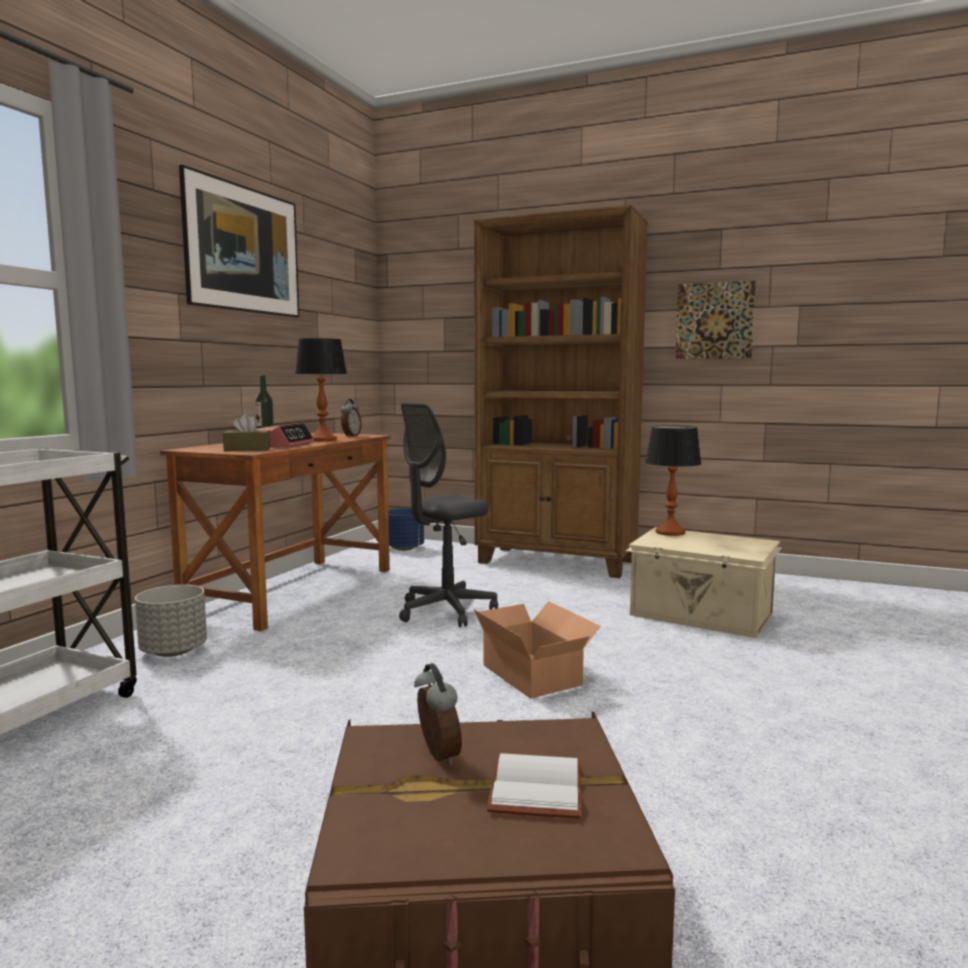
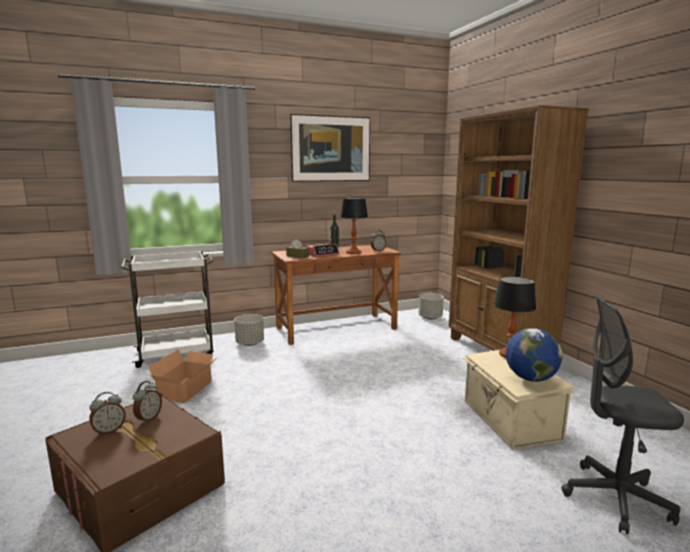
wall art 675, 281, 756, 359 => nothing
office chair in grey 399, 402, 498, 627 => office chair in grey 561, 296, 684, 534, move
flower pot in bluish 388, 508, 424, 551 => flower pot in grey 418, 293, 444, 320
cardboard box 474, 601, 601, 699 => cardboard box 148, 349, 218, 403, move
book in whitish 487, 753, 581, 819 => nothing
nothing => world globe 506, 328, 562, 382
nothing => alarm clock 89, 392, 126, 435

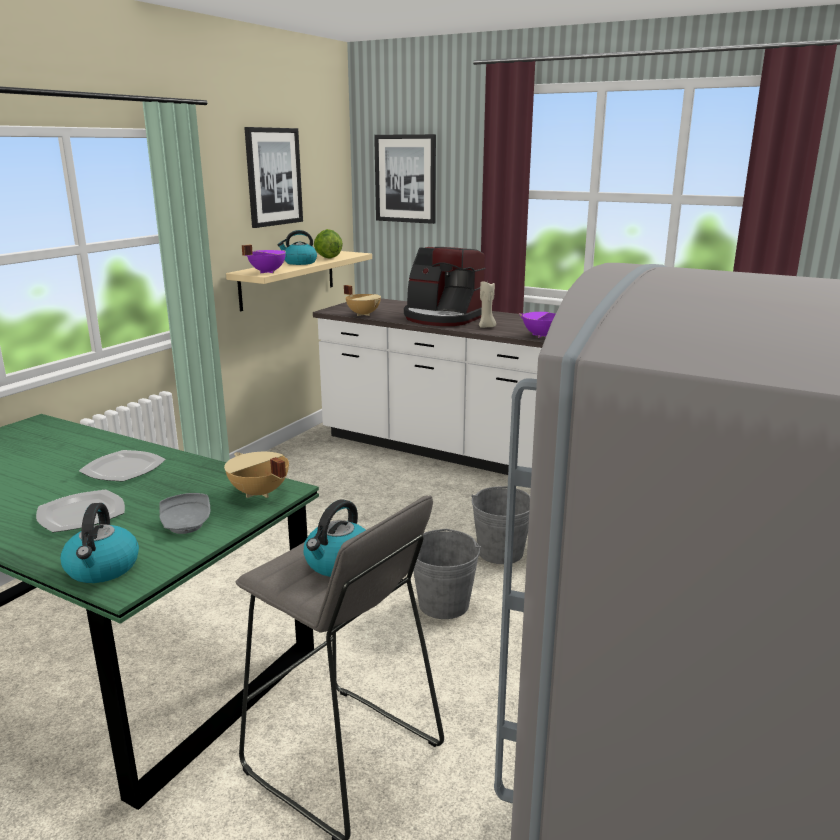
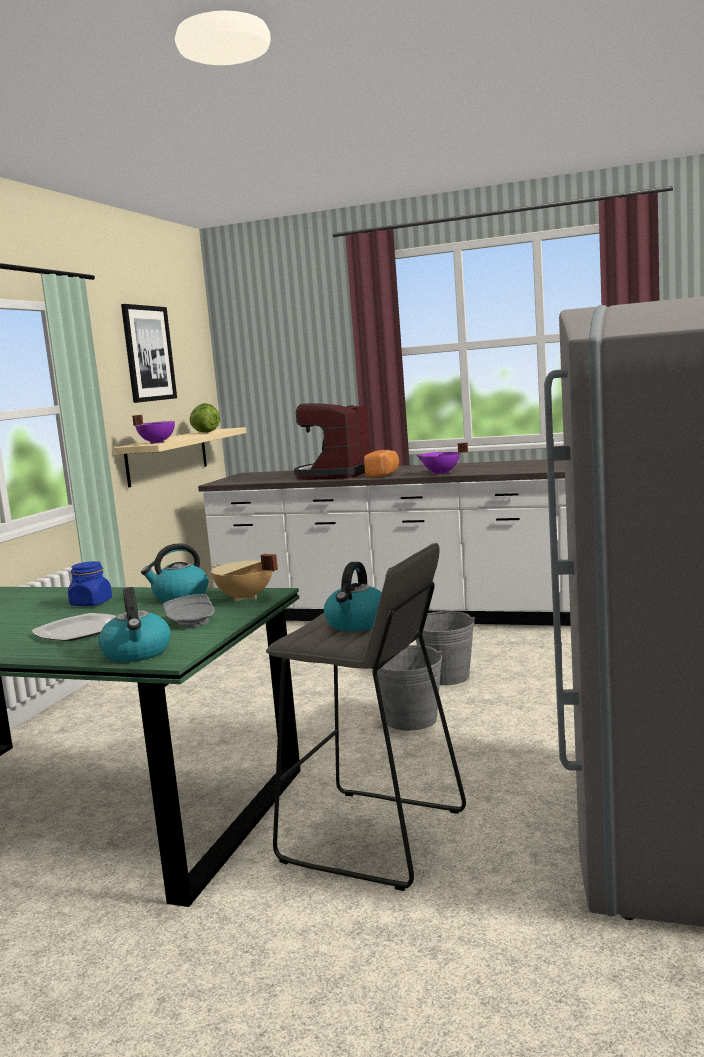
wall art 374, 134, 436, 224 => nothing
kettle 277, 230, 317, 265 => kettle 141, 543, 208, 602, move
coffee brewer 404, 247, 485, 326 => coffee brewer 294, 403, 371, 480, 90 degrees clockwise
candle in sand-coloured 479, 281, 496, 328 => baked bread 364, 450, 399, 477
saucepot in sand-coloured 344, 285, 381, 316 => nothing
plate 79, 450, 166, 481 => jar in bluish 68, 561, 112, 606

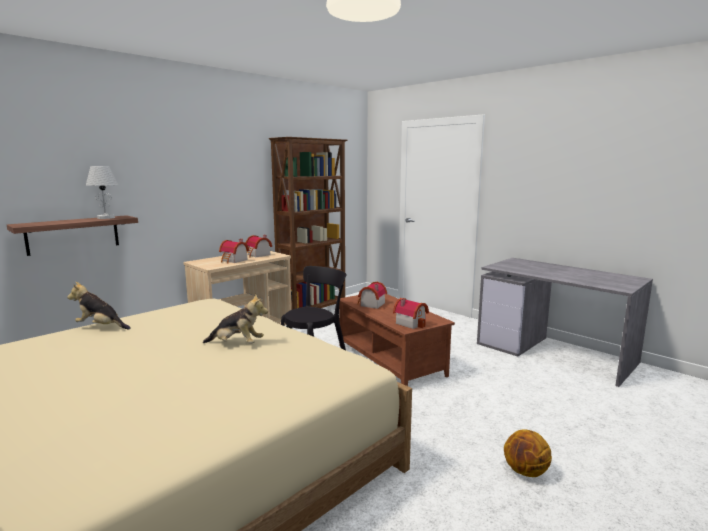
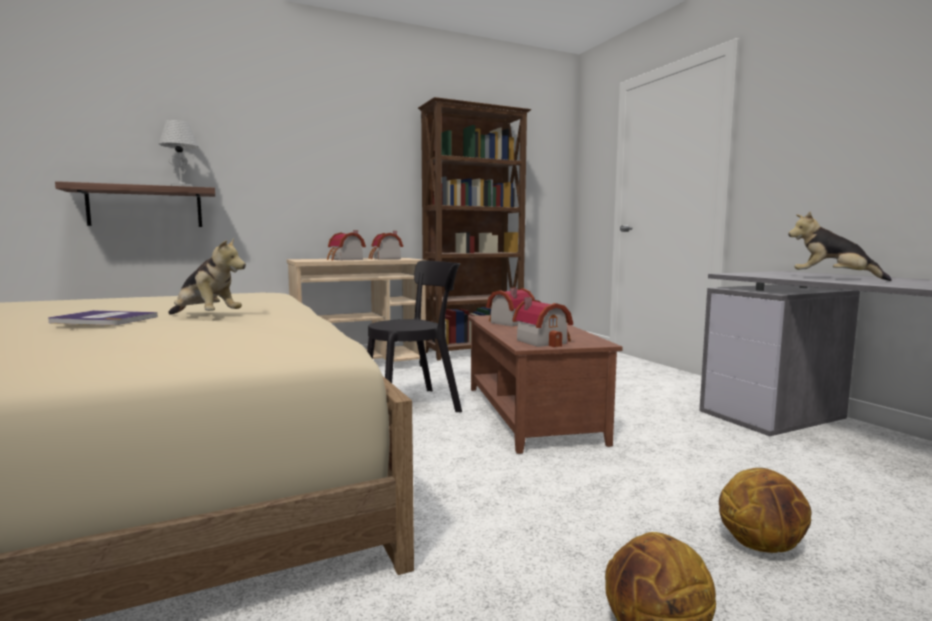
cuddly toy 67, 282, 131, 330 => cuddly toy 788, 211, 892, 281, move
nothing => book 48, 310, 158, 325
nothing => ball for basketball 719, 468, 812, 553

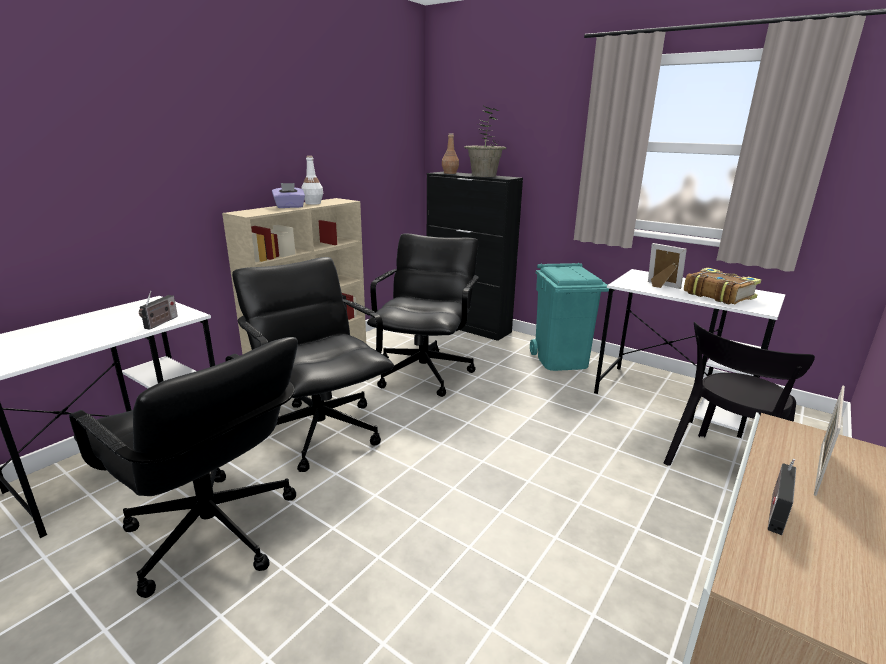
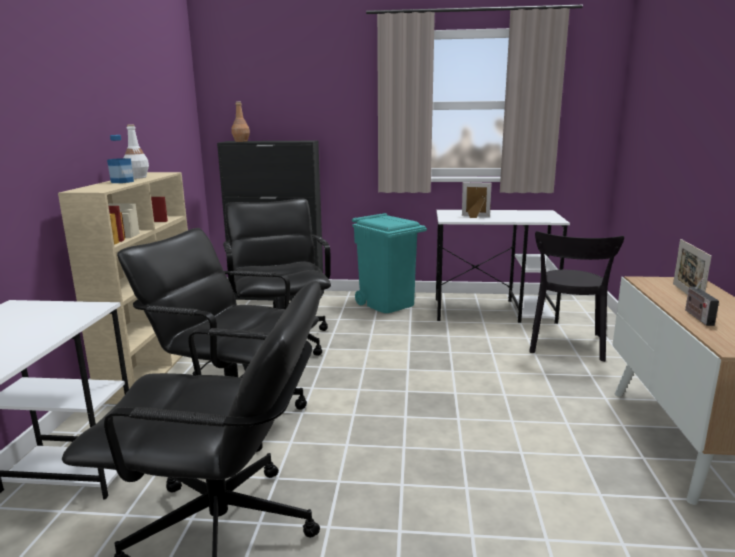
plant in a pot 464, 106, 506, 177 => nothing
tissue box in purple-coloured 272, 183, 305, 208 => bottle 107, 135, 134, 183
book 684, 268, 762, 305 => nothing
radio receiver 139, 291, 178, 329 => nothing

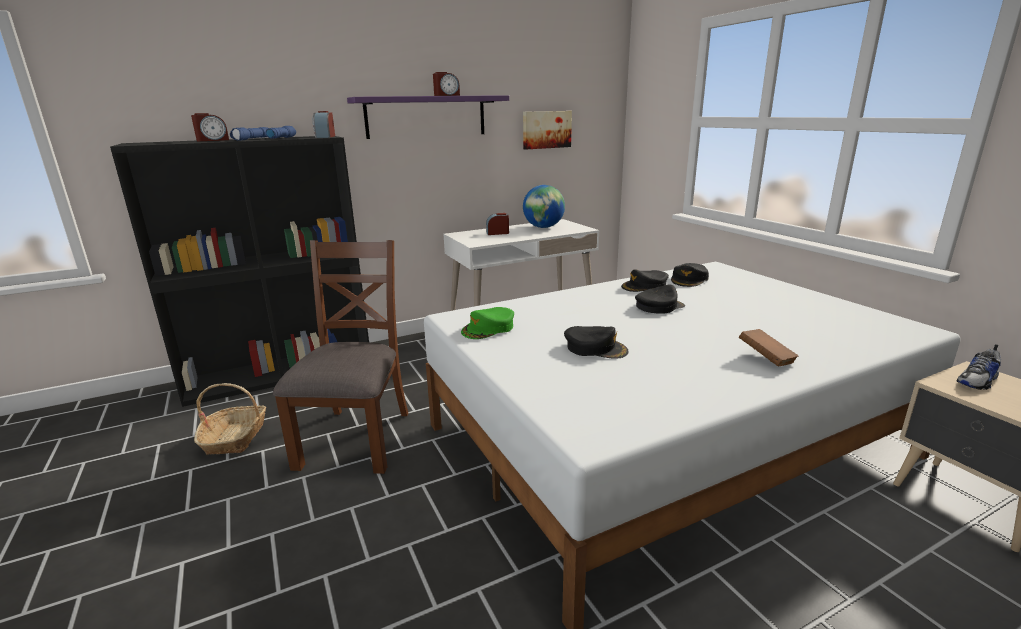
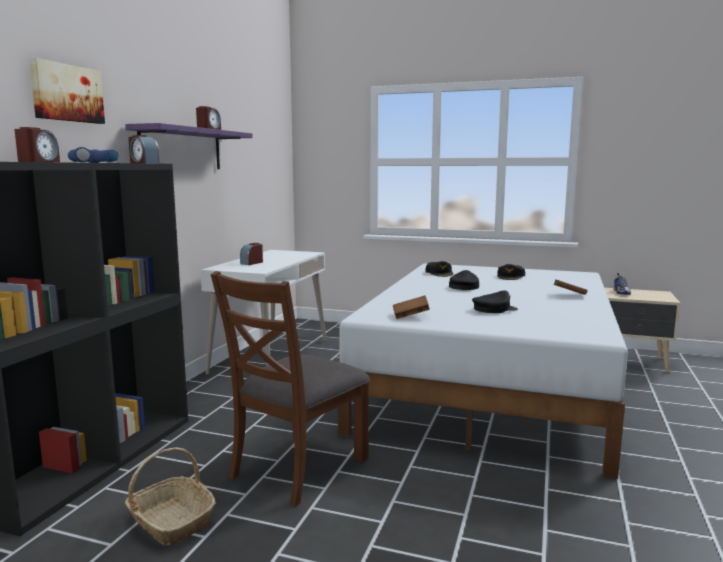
wall art 523, 111, 572, 149 => wall art 29, 58, 105, 124, move
world globe 523, 185, 565, 228 => nothing
plain chair in brownish 273, 240, 408, 474 => plain chair in brownish 211, 271, 370, 507, 105 degrees counterclockwise
cap in black-coloured 621, 269, 669, 292 => cap in black-coloured 497, 264, 525, 280, move
cap in greenish 461, 307, 514, 339 => book in brownish 393, 295, 430, 319

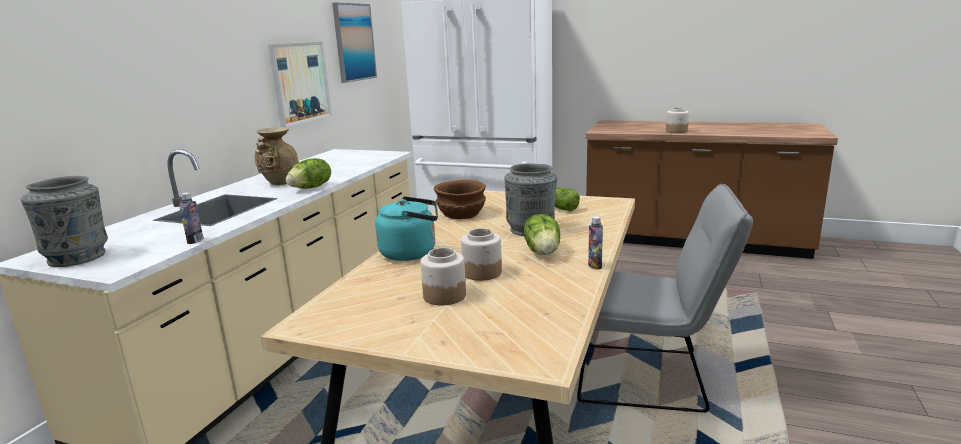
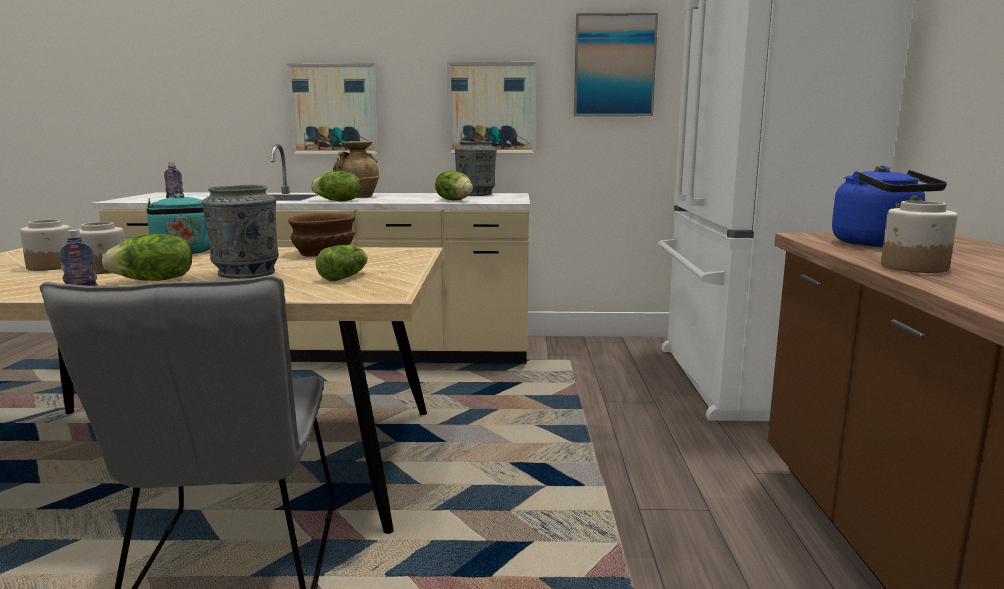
vase in grey 21, 176, 108, 267 => vase in grey 455, 141, 497, 196, move
nothing => wall art 287, 63, 380, 154
nothing => kettle in bluish 832, 166, 947, 247
nothing => head of lettuce 435, 170, 473, 200

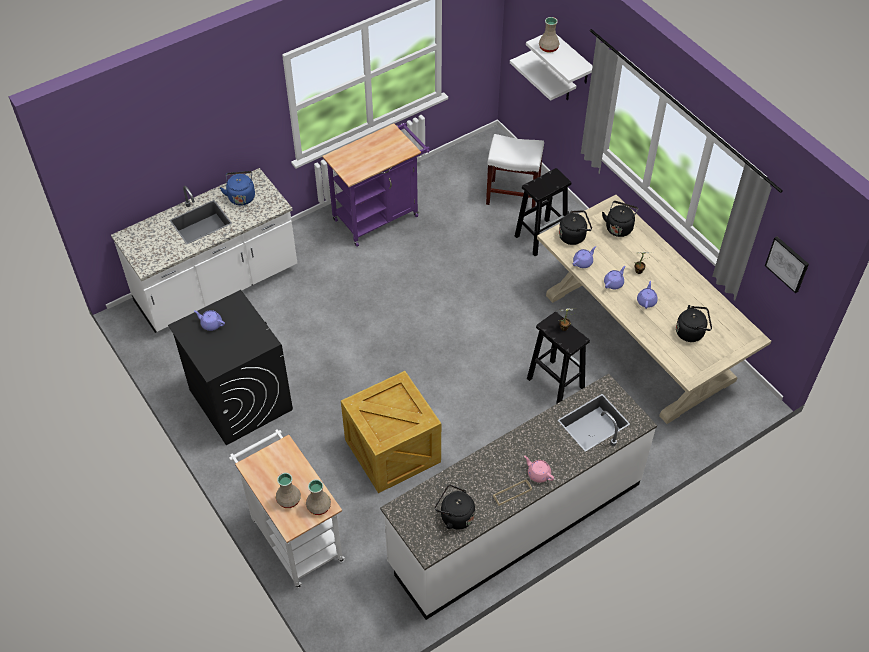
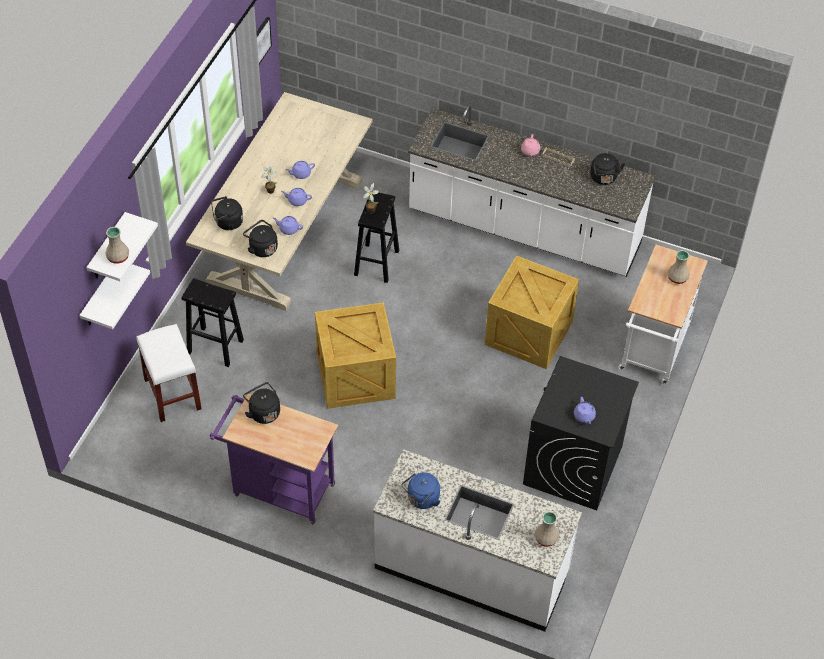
kettle in black-coloured 676, 305, 712, 342 => kettle in black-coloured 243, 382, 280, 424, move
vase in sand-coloured 306, 479, 331, 515 => vase in sand-coloured 535, 511, 559, 547, move
nothing => shipping crate 315, 302, 396, 409

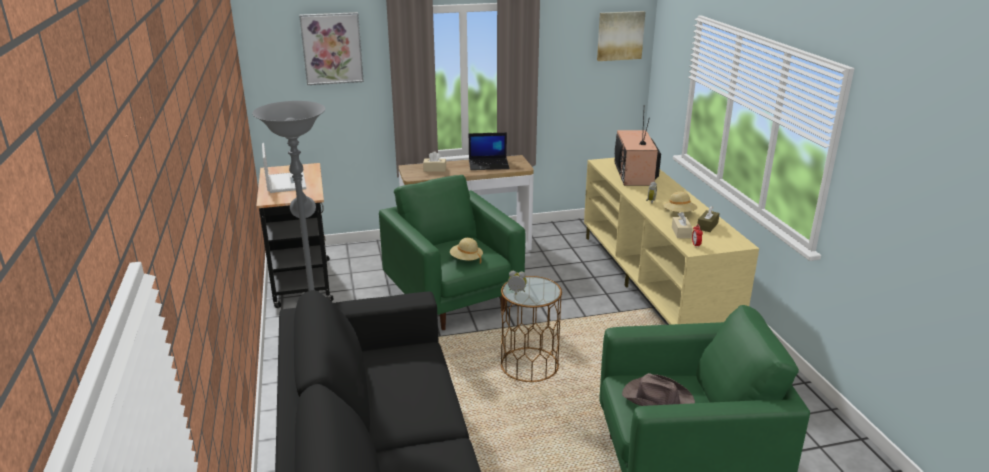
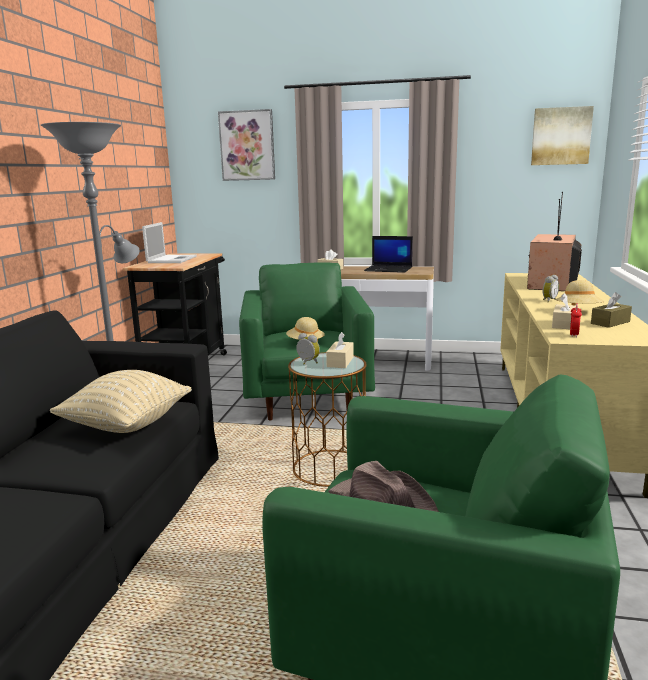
nothing => tissue box in sand-coloured 326, 332, 354, 368
nothing => cushion in sand-coloured 50, 370, 192, 433

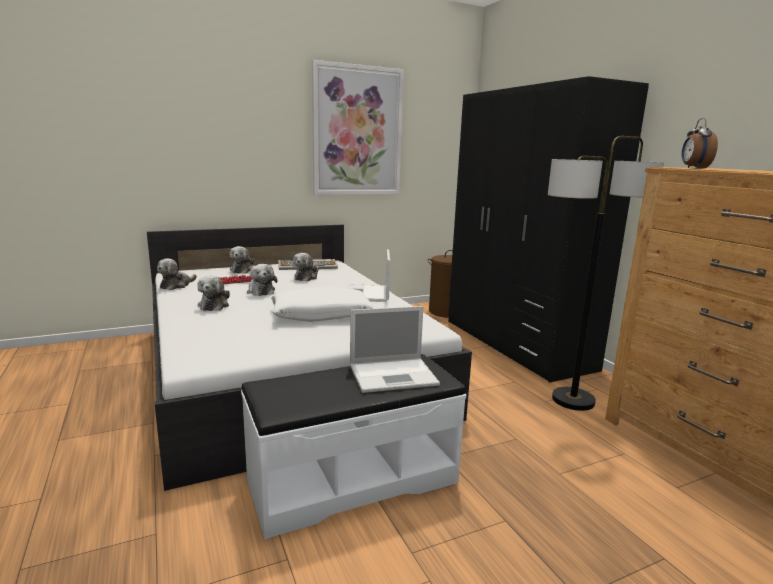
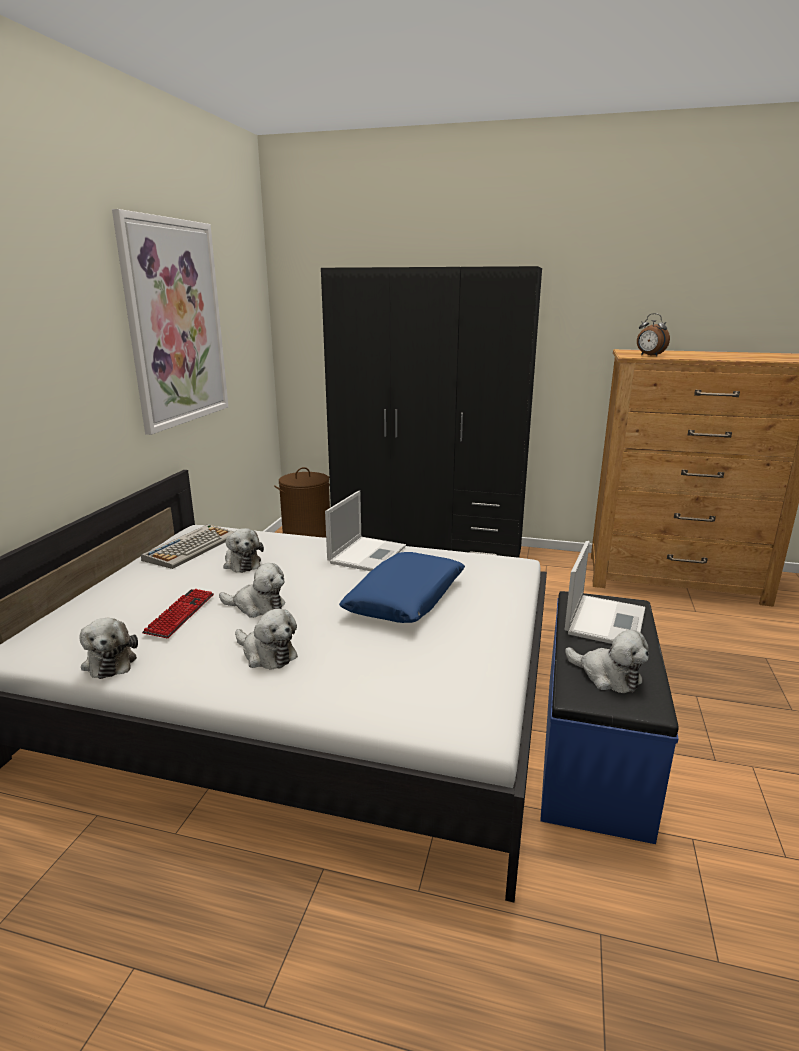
floor lamp 548, 136, 664, 411 => nothing
cuddly toy 230, 246, 254, 274 => cuddly toy 565, 630, 649, 693, move
portable computer 348, 249, 390, 302 => portable computer 325, 490, 406, 571, 105 degrees counterclockwise
cushion in whitish 271, 287, 374, 322 => cushion in bluish 339, 552, 465, 623
indoor bench in whitish 241, 354, 466, 539 => indoor bench in bluish 540, 591, 679, 844

